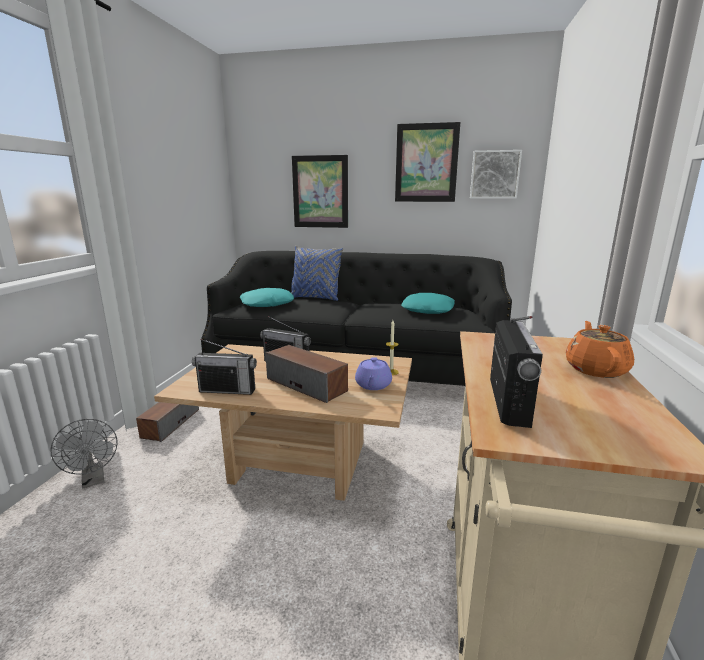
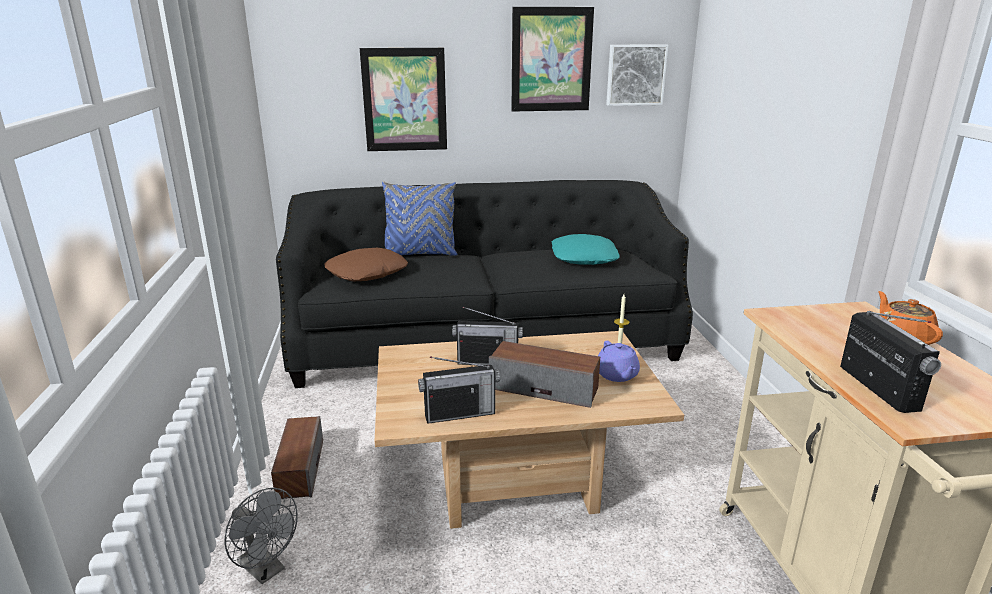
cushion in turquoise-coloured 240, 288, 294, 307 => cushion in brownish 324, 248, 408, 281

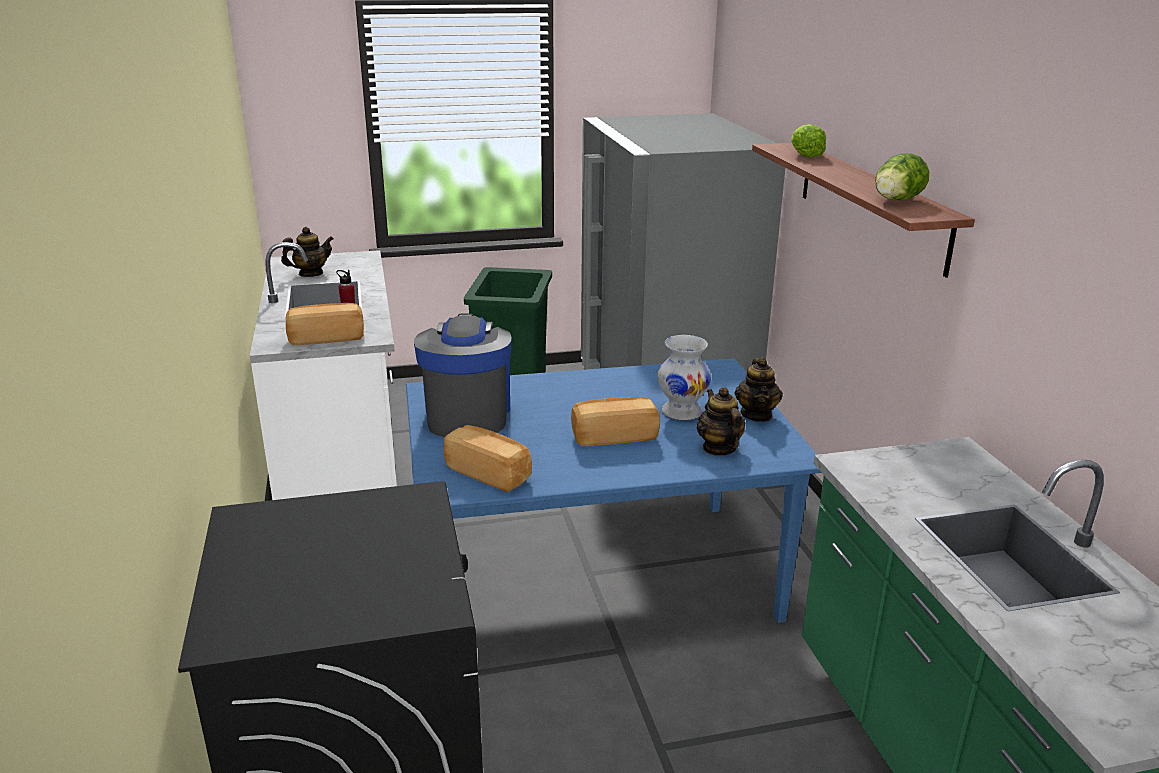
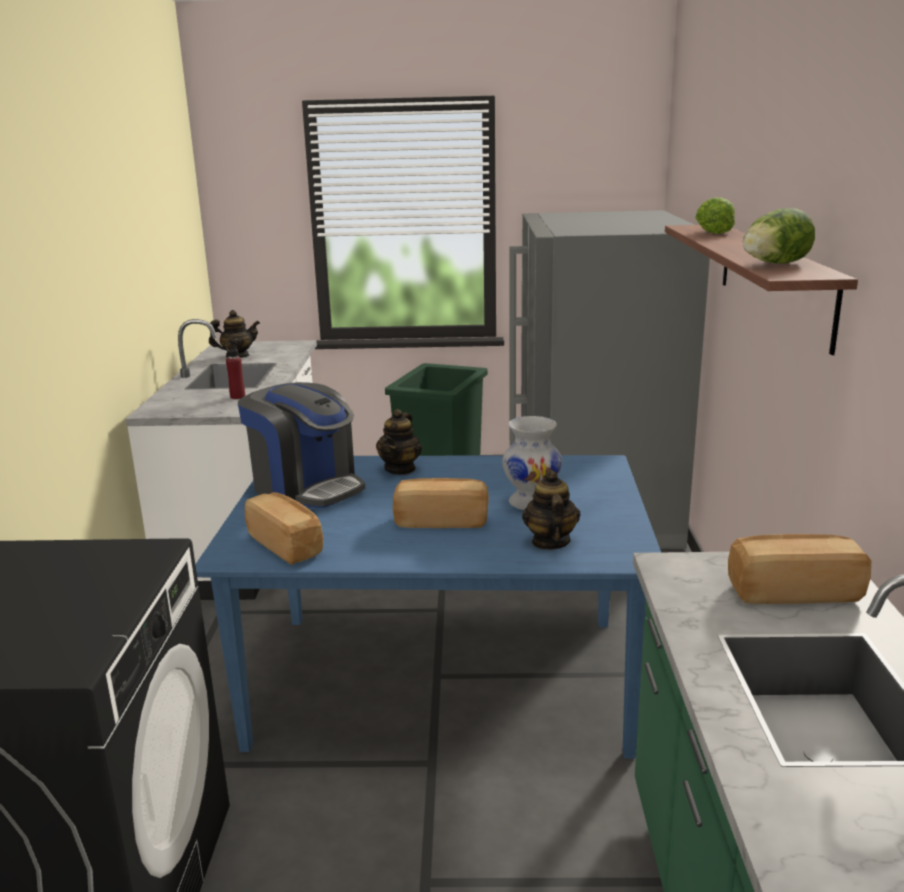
baked bread 286, 303, 364, 345 => baked bread 728, 534, 871, 604, move
coffee brewer 414, 313, 511, 437 => coffee brewer 238, 382, 365, 508, 120 degrees clockwise
teapot 735, 357, 783, 422 => teapot 376, 409, 422, 475, move

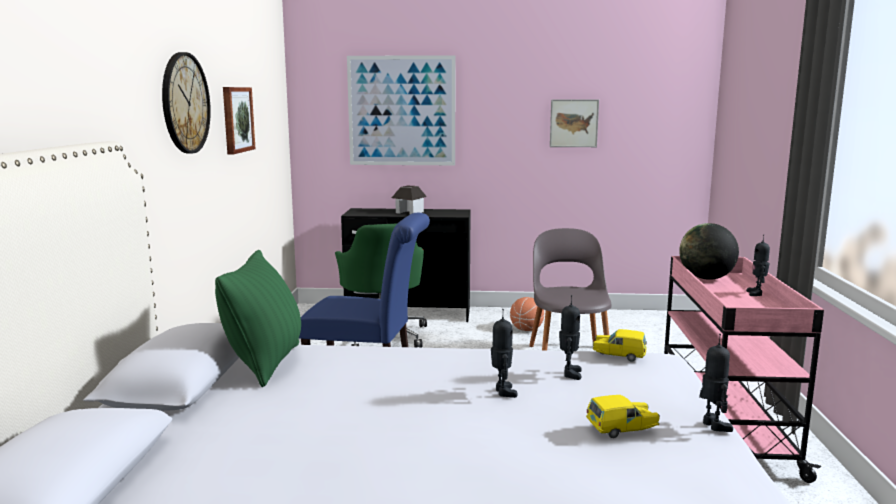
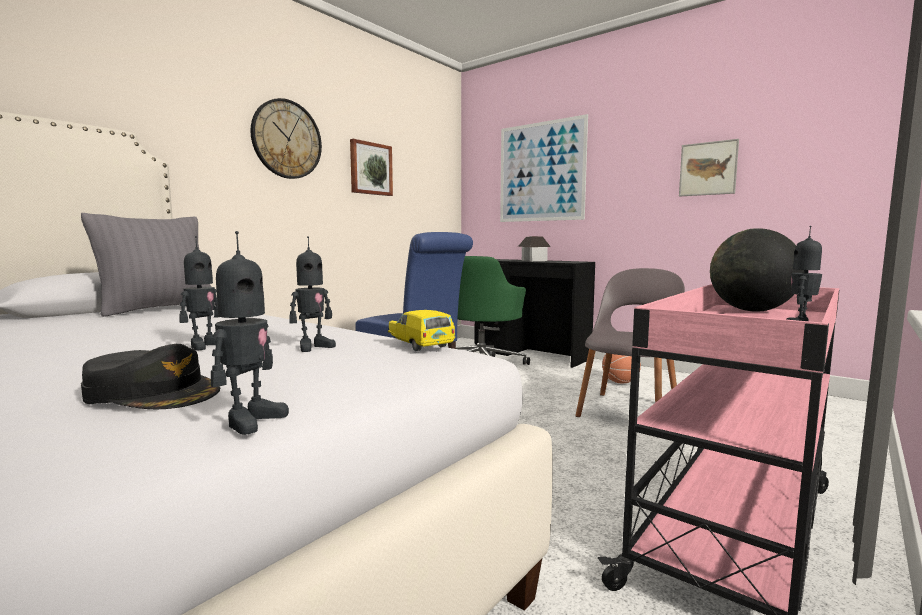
cushion in greenish 215, 250, 301, 387 => cushion in grey 81, 213, 215, 317
miniature car in yellowish 586, 395, 660, 438 => cap in black-coloured 81, 344, 220, 409

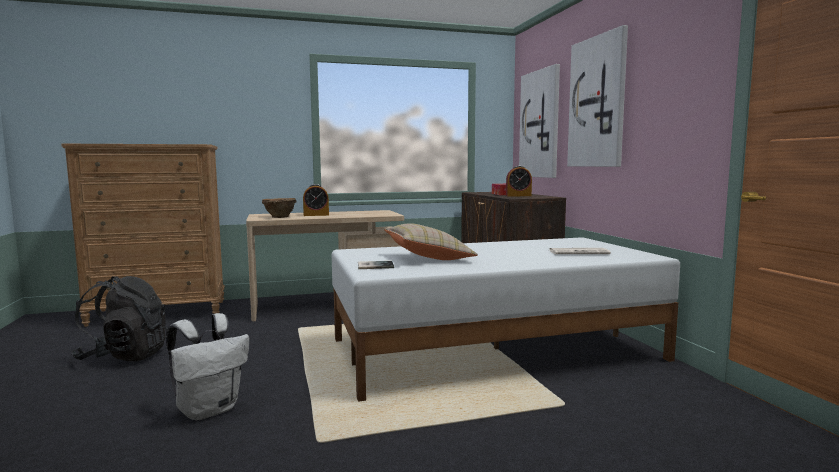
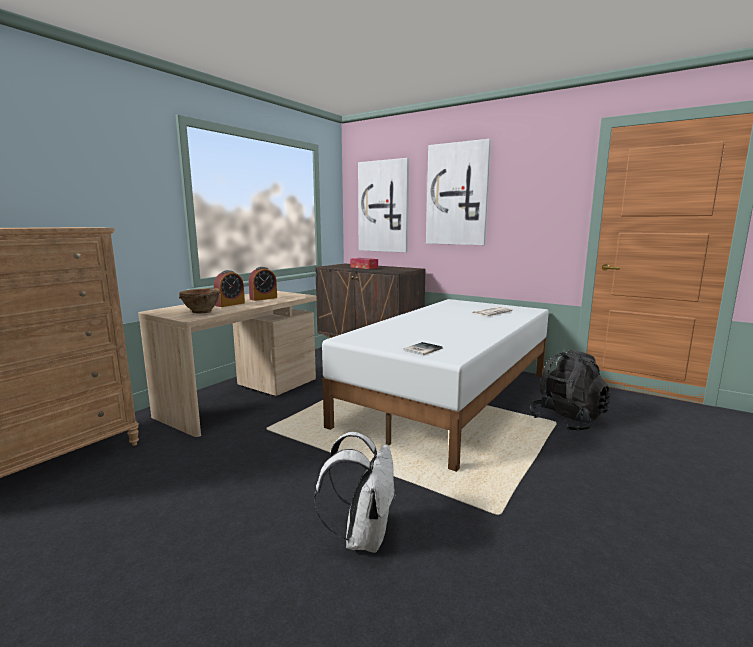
alarm clock 506, 166, 532, 196 => alarm clock 249, 267, 277, 301, move
cushion in sand-coloured 384, 223, 478, 260 => nothing
knapsack in black-coloured 71, 276, 167, 361 => knapsack in black-coloured 529, 350, 611, 431, move

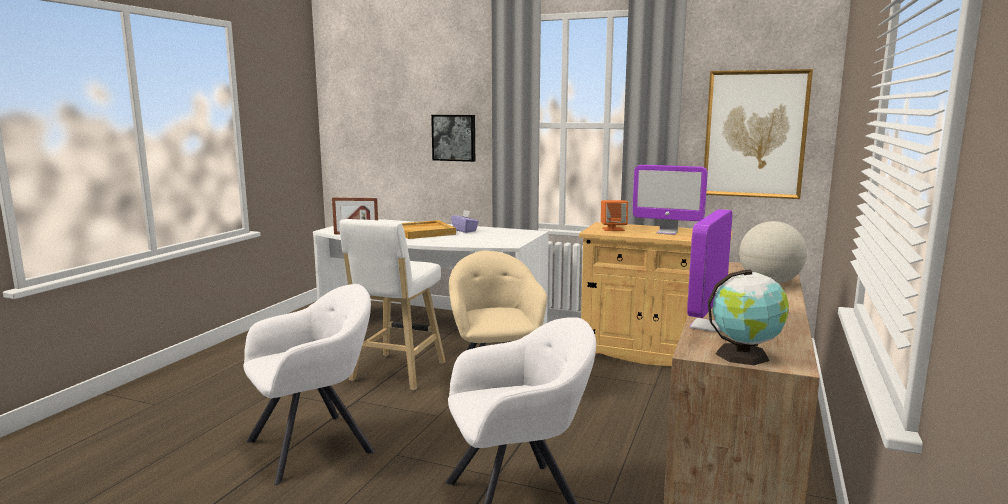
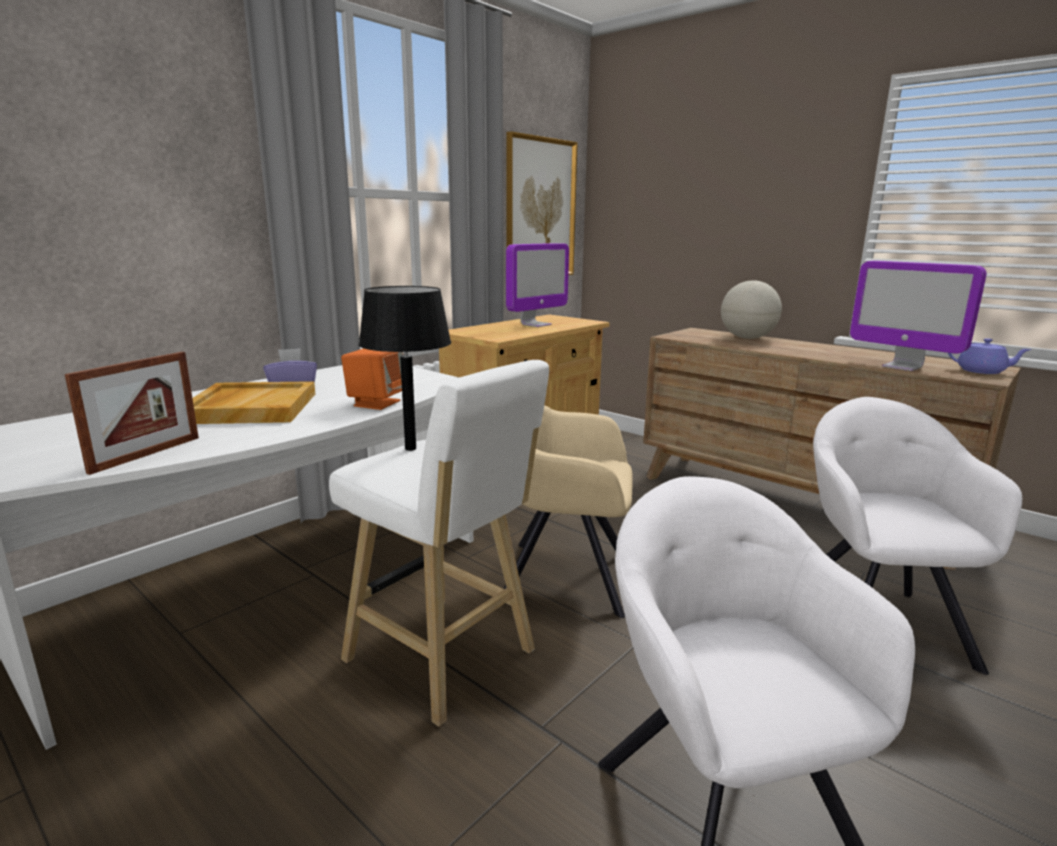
wall art 431, 115, 475, 162 => nothing
speaker in orange 601, 200, 628, 231 => speaker in orange 341, 348, 403, 410, move
world globe 708, 269, 789, 365 => teapot in purple-coloured 948, 338, 1032, 374
nothing => table lamp in black-coloured 358, 286, 451, 451

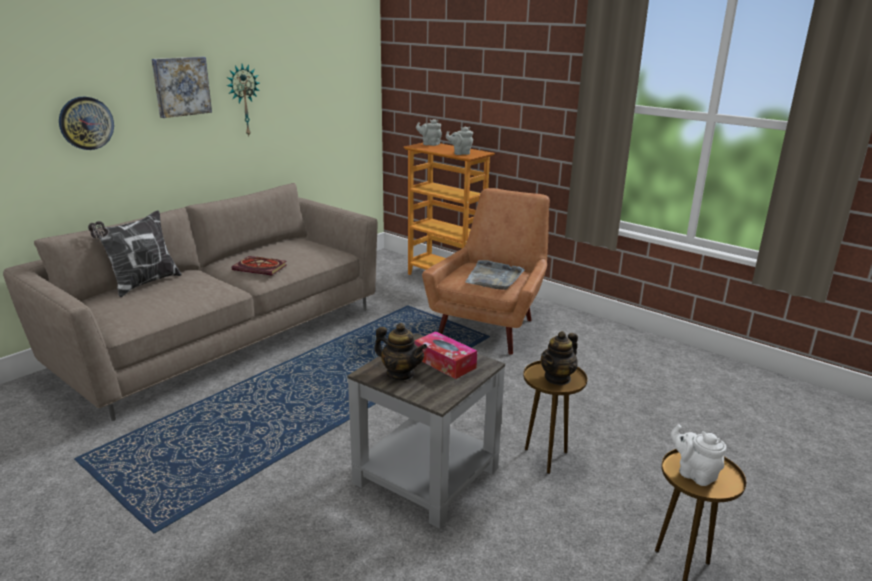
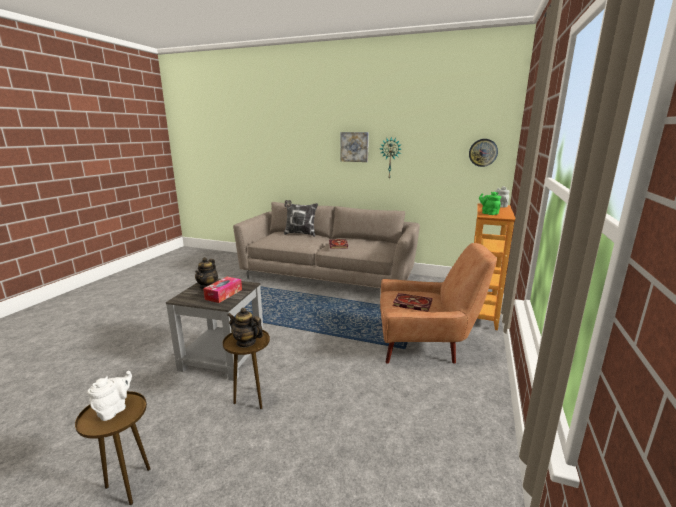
wall clock 59, 97, 114, 150 => wall clock 469, 139, 498, 167, move
teapot in grey 446, 127, 473, 155 => teapot in greenish 479, 192, 501, 215
carrying tray in grey 465, 260, 524, 290 => book 393, 293, 432, 312

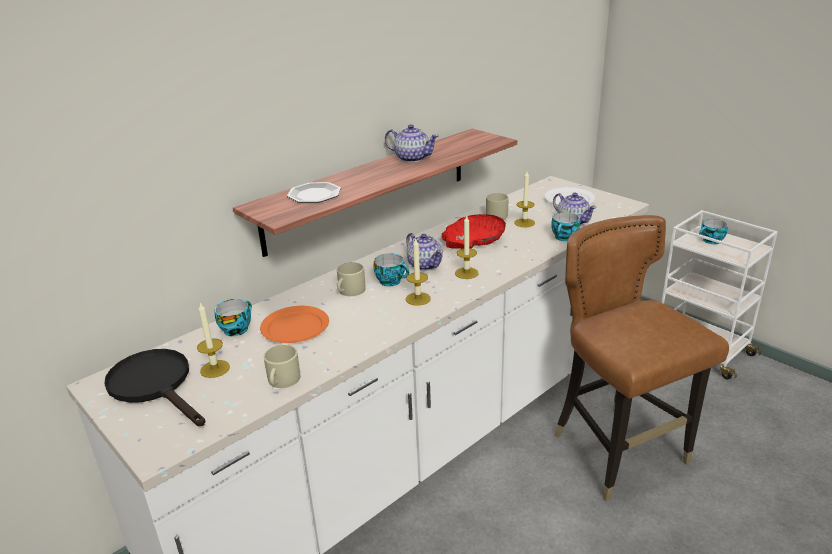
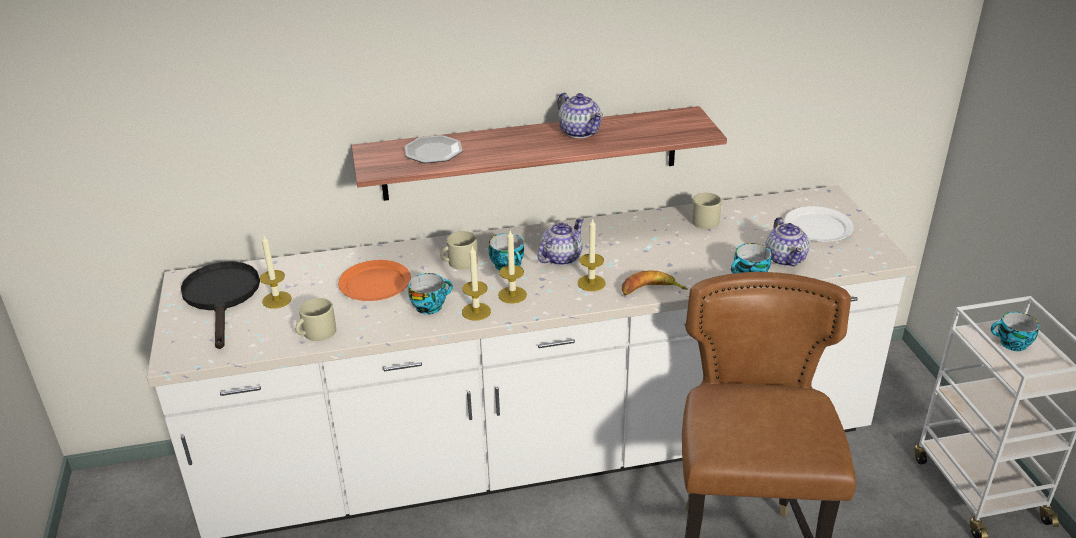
candle 514, 171, 535, 227 => candle 462, 246, 491, 321, move
bowl in red-coloured 442, 214, 506, 249 => nothing
teapot 406, 233, 443, 271 => teapot 538, 218, 584, 266, 135 degrees counterclockwise
small cup 214, 299, 252, 336 => small cup 408, 273, 453, 315, move
nothing => banana fruit 622, 270, 688, 296

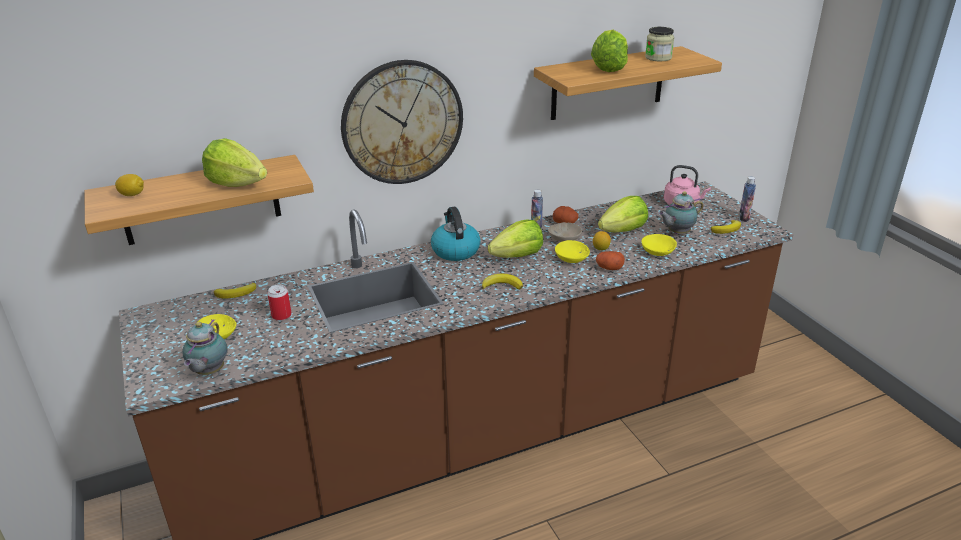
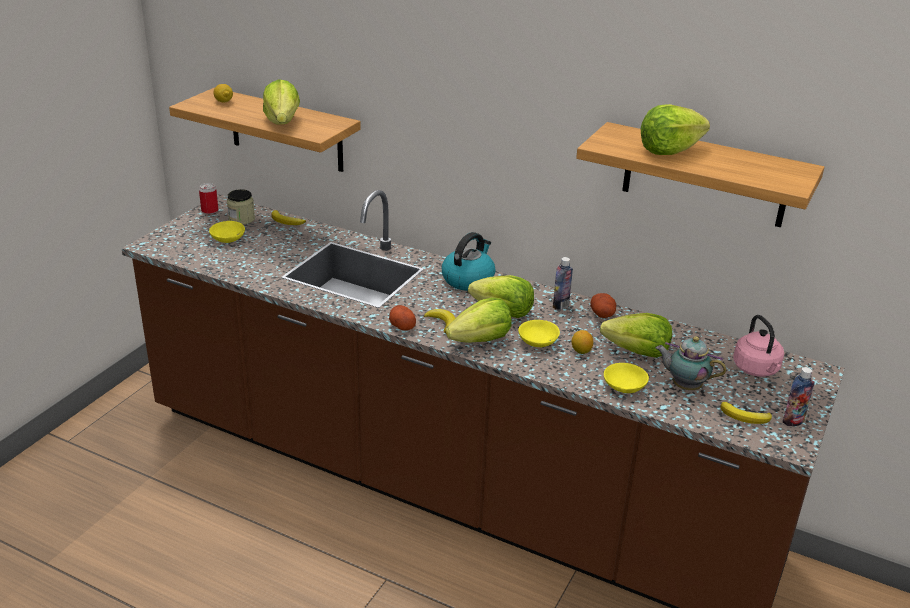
jar 645, 27, 674, 61 => jar 227, 189, 255, 225, move
wall clock 341, 60, 463, 184 => nothing
bowl in sand-coloured 548, 222, 582, 242 => nothing
potato 596, 251, 625, 270 => potato 389, 305, 416, 330, move
sealed can 267, 285, 292, 321 => sealed can 199, 183, 218, 214, move
teapot 182, 319, 228, 375 => nothing
nothing => head of lettuce 446, 298, 512, 343

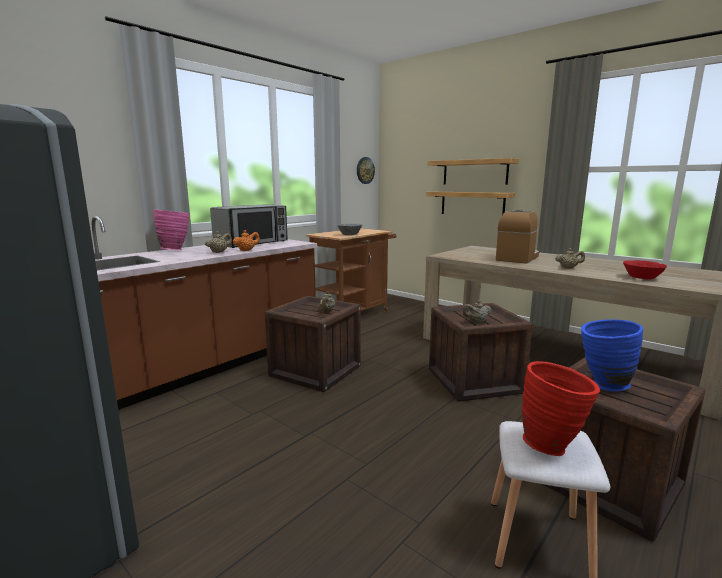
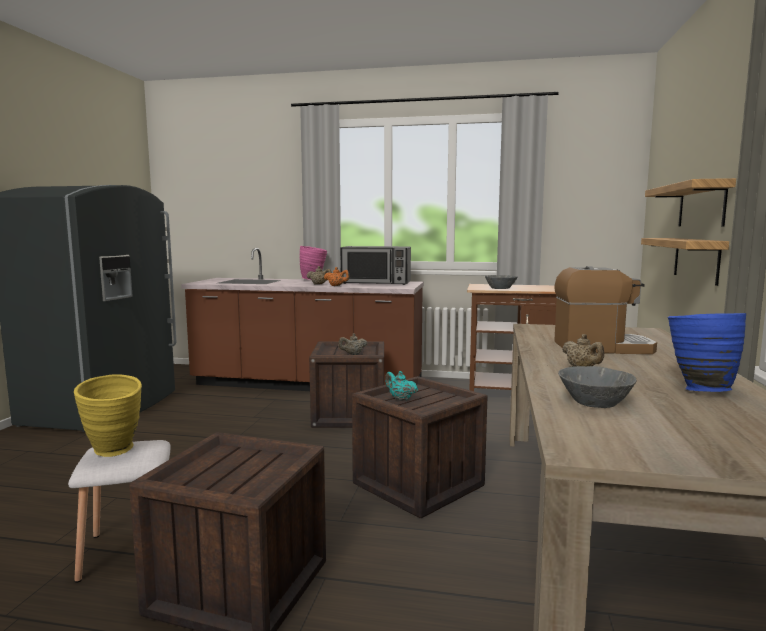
wall clock 357, 157, 375, 184 => nothing
bowl in red-coloured 623, 260, 667, 279 => bowl in grey 558, 366, 637, 408
teapot in sand-coloured 462, 300, 492, 323 => teapot in turquoise-coloured 385, 371, 418, 401
vase in bluish 581, 319, 643, 392 => vase in bluish 668, 313, 746, 392, move
vase in red-coloured 522, 361, 600, 456 => vase in yellowish 74, 374, 142, 457

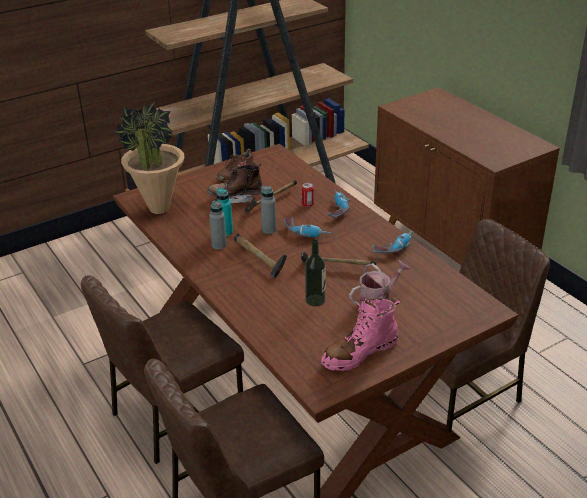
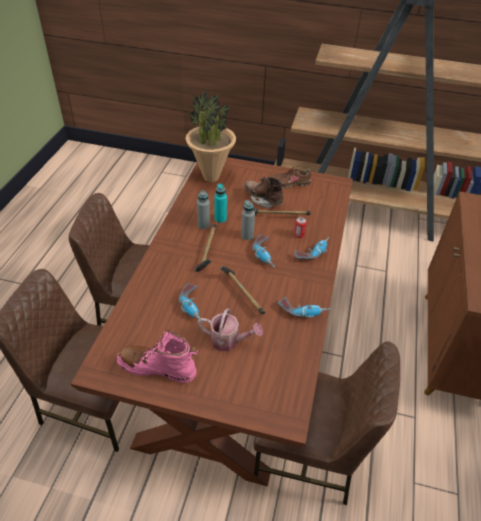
bottle 305, 239, 325, 306 => power drill 179, 284, 203, 323

